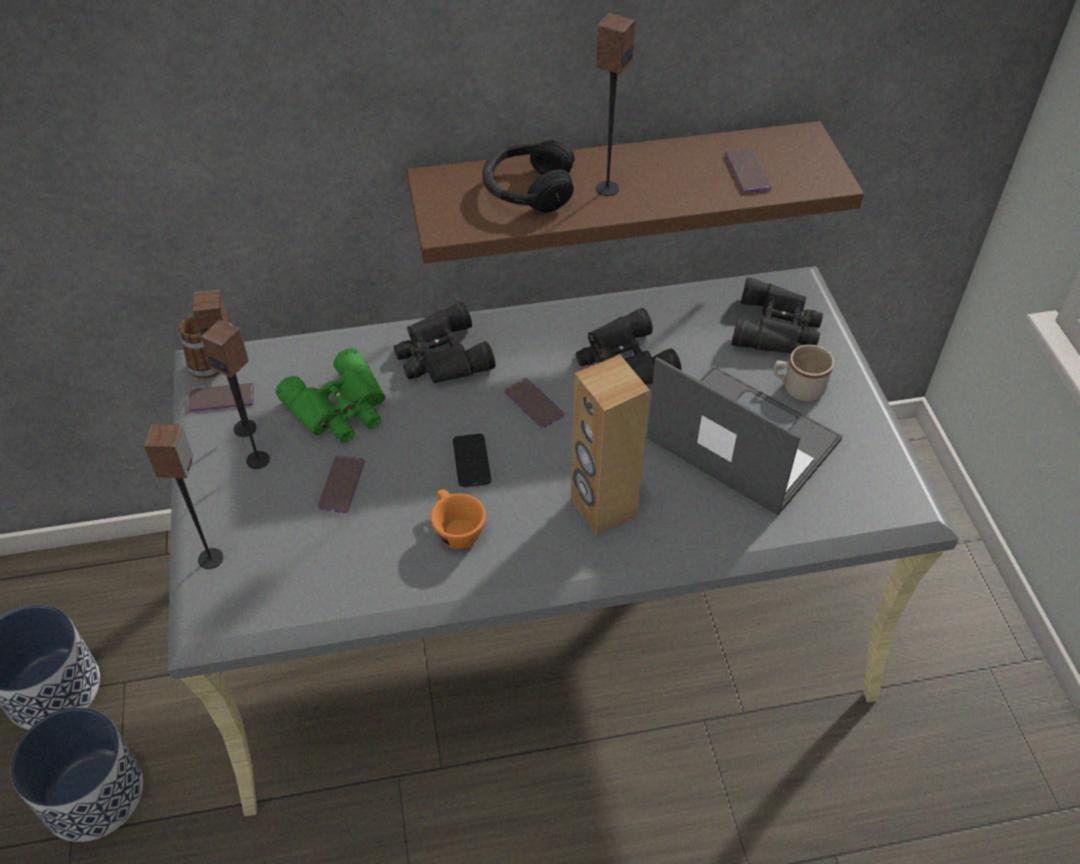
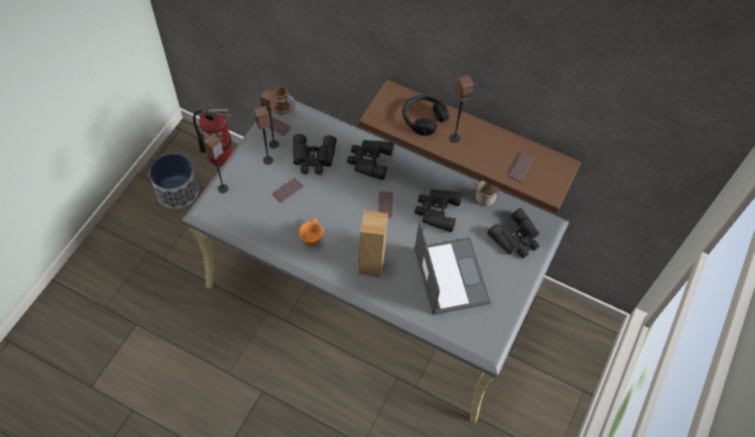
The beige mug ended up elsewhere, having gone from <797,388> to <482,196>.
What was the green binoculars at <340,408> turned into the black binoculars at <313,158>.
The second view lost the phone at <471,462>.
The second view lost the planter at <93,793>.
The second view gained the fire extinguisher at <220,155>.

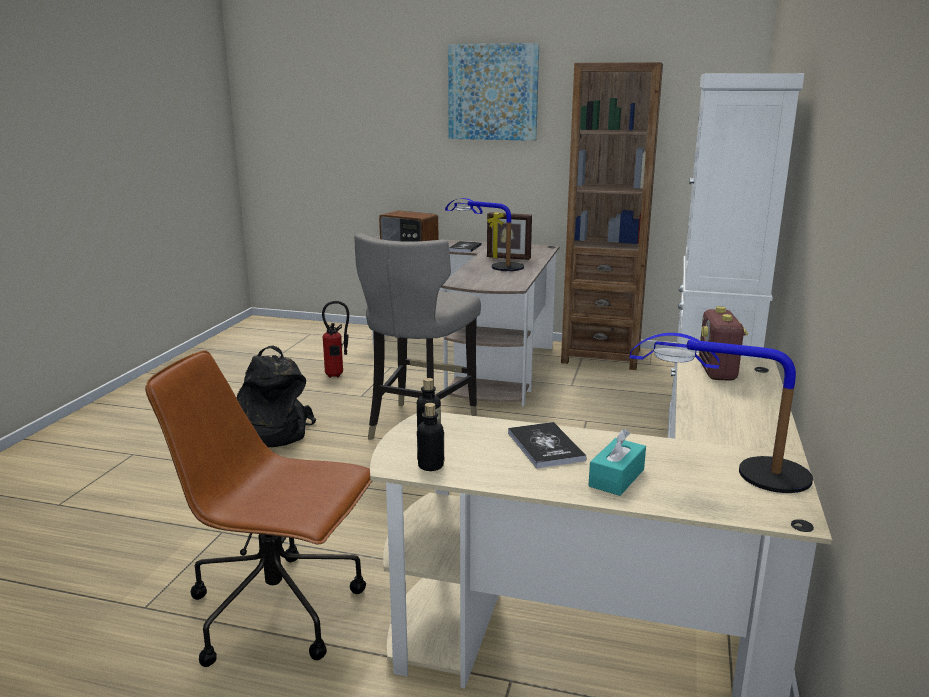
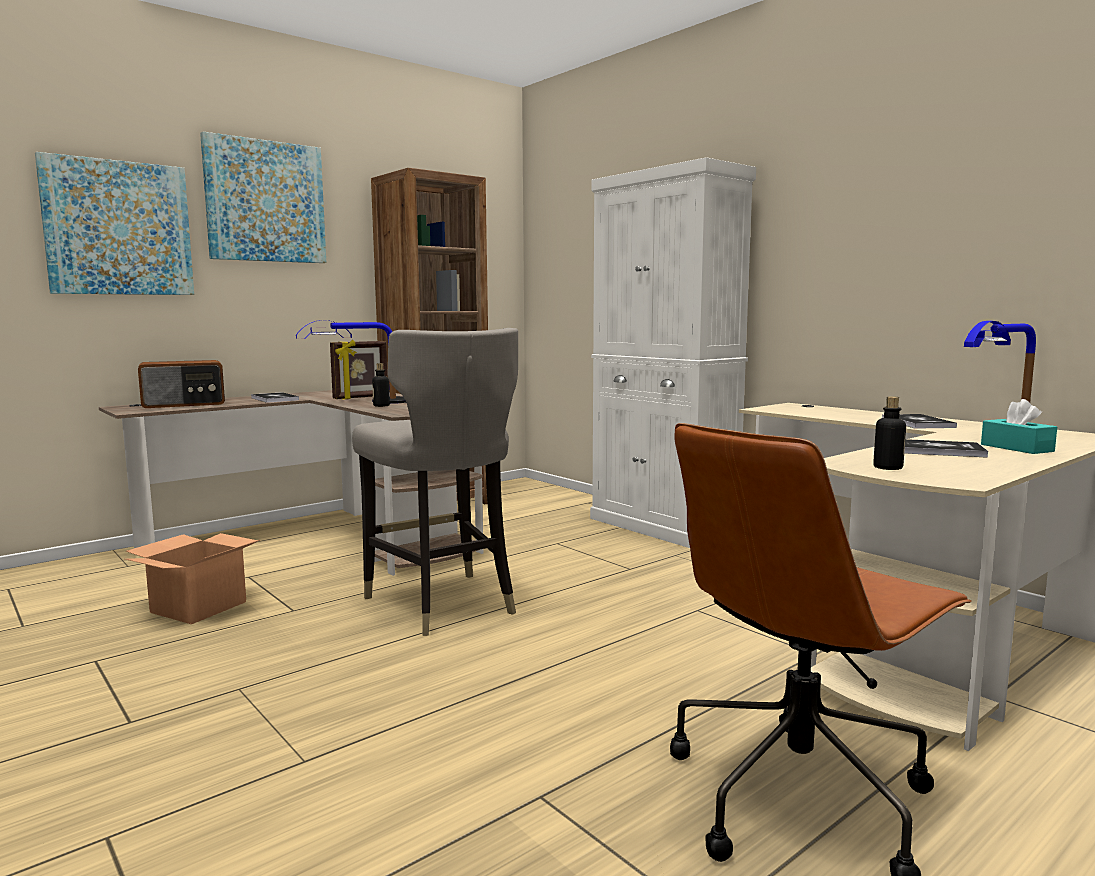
Where the fire extinguisher stood at <337,375>, the cardboard box came to stand at <198,607>.
The second view lost the radio at <717,372>.
The second view lost the black backpack at <268,433>.
The bottle ended up elsewhere, having gone from <430,466> to <381,405>.
The second view gained the picture at <118,228>.
The second view gained the book at <917,423>.

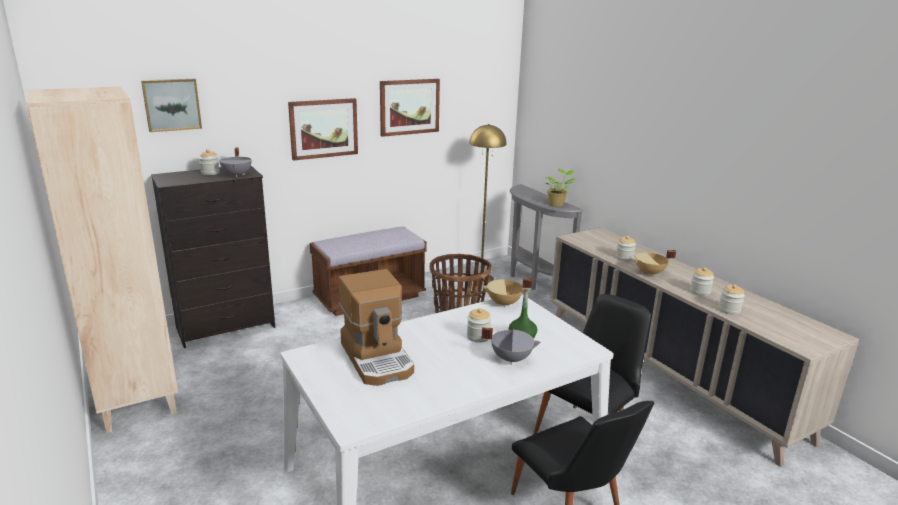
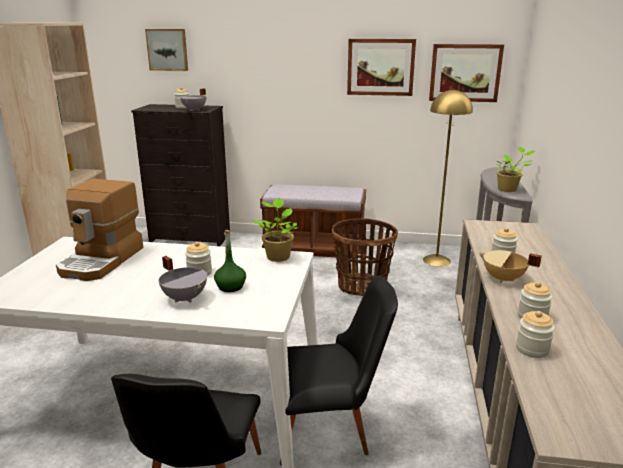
The picture ended up elsewhere, having gone from <323,128> to <465,73>.
Where the beige cooking pot stood at <504,304>, the potted plant came to stand at <278,256>.

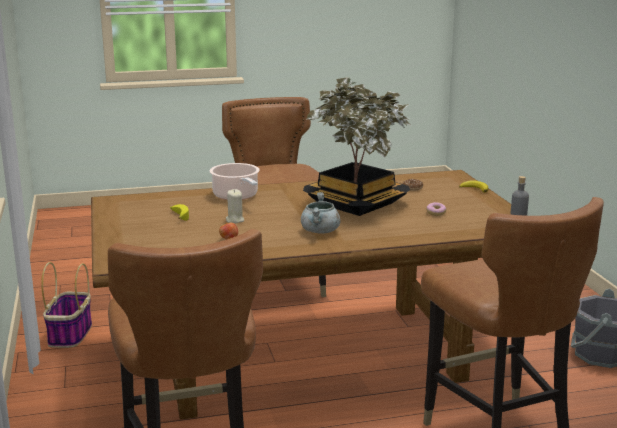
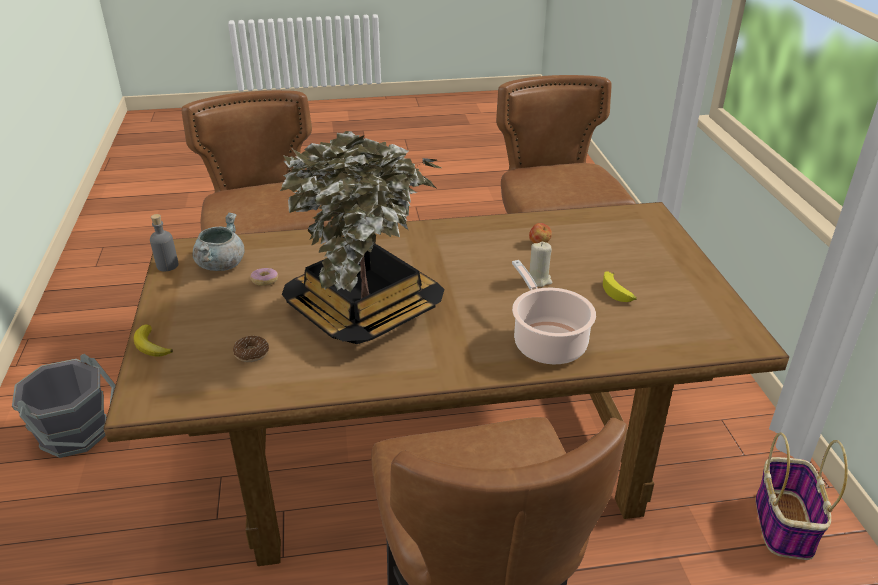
The grey cooking pot ended up elsewhere, having gone from <320,231> to <221,264>.

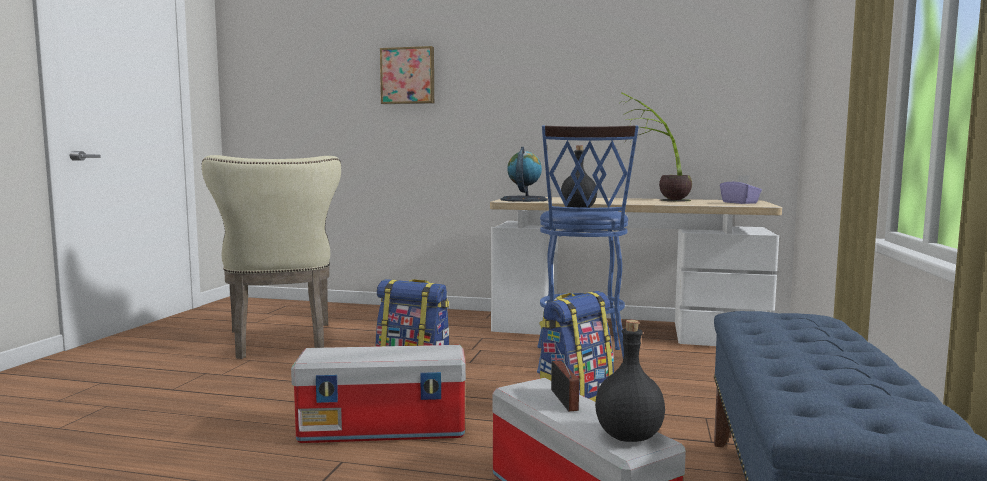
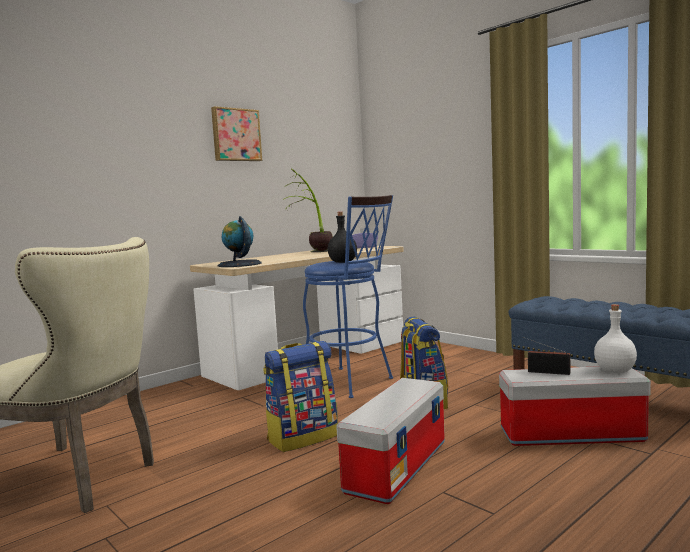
The picture ended up elsewhere, having gone from <408,76> to <235,135>.
What was the black bottle at <628,436> turned into the white bottle at <614,371>.

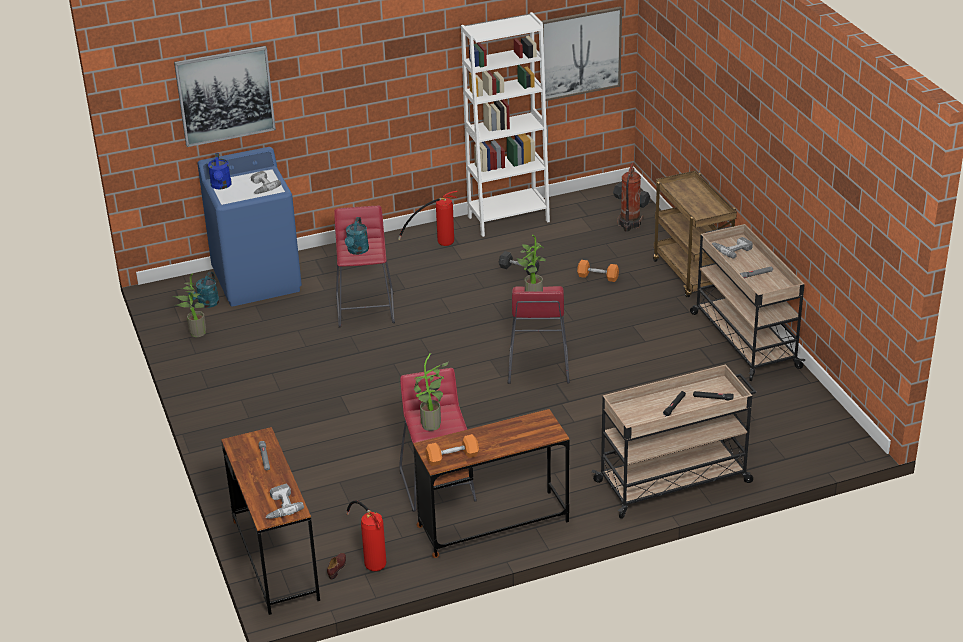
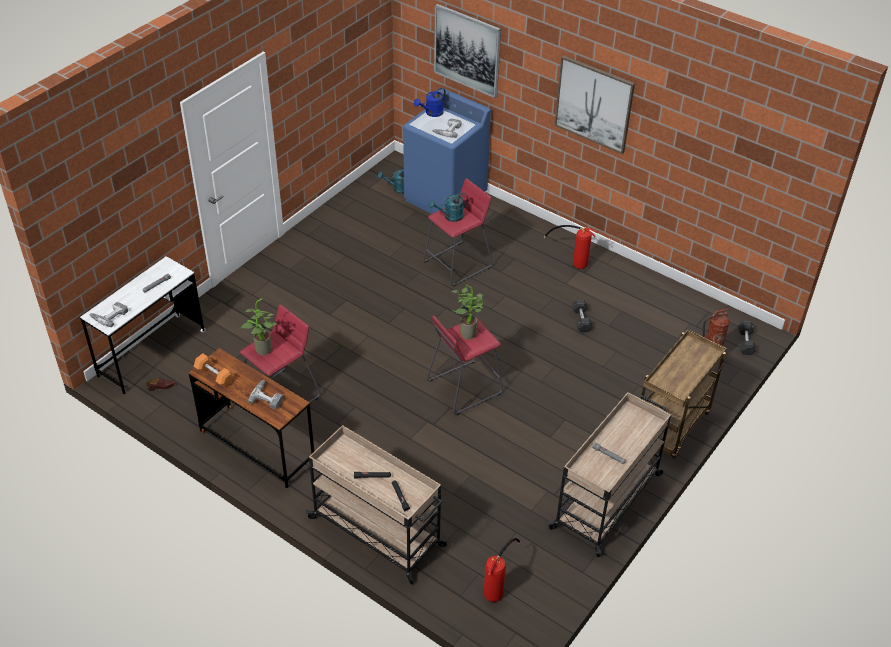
The picture ended up elsewhere, having gone from <580,53> to <594,104>.
The second view lost the white bookcase at <508,219>.
The power drill ended up elsewhere, having gone from <731,249> to <268,397>.
The second view lost the orange dumbbell at <598,277>.
The second view lost the potted plant at <195,333>.
What was the brown desk at <275,560> turned into the white desk at <152,353>.
The fire extinguisher ended up elsewhere, having gone from <370,557> to <498,586>.

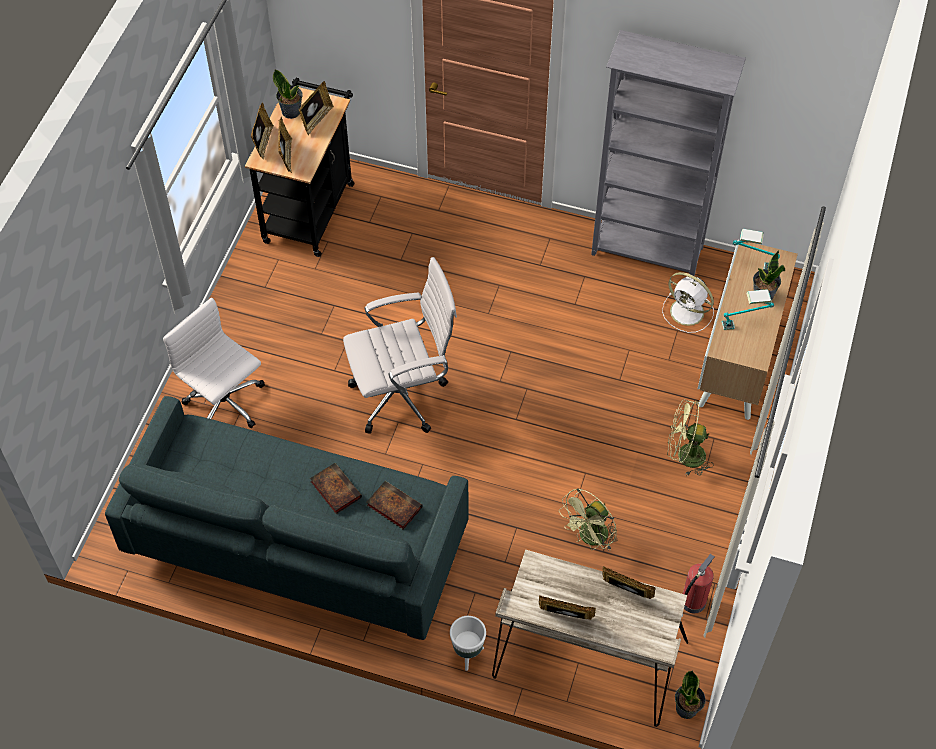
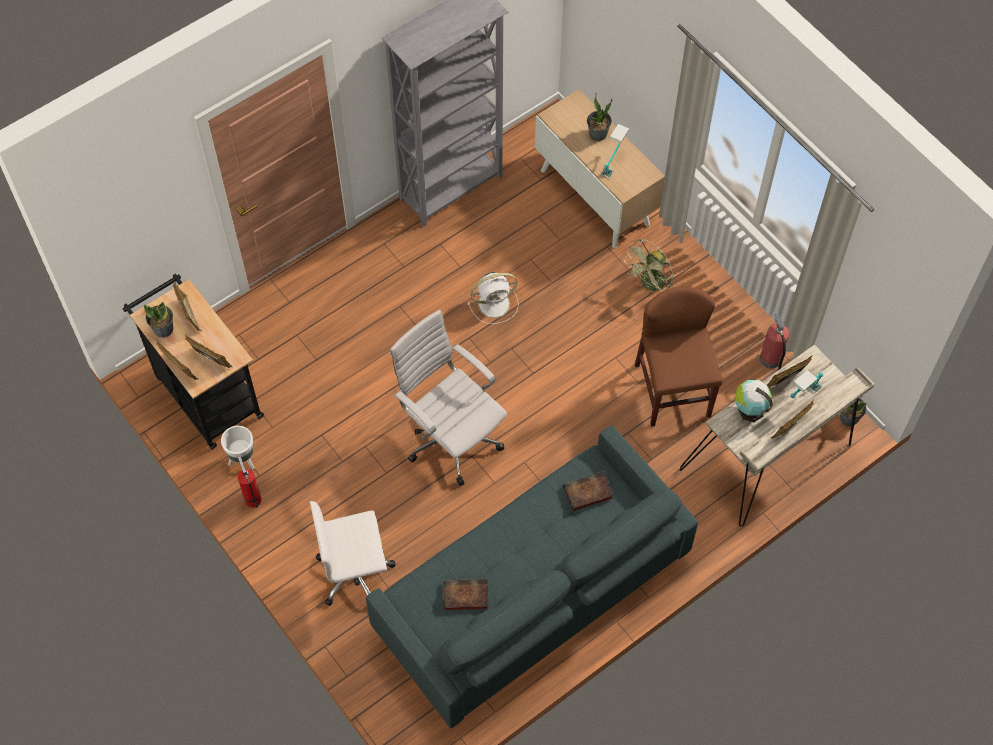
The table lamp ended up elsewhere, having gone from <752,265> to <803,397>.
The white office chair at <403,396> ended up facing another way, 60 degrees counterclockwise from before.
The white fan ended up elsewhere, having gone from <688,312> to <495,303>.
The book ended up elsewhere, having gone from <334,489> to <464,596>.
Where the green fan stood at <590,538>, the brown chair came to stand at <672,390>.
The white planter ended up elsewhere, having gone from <467,654> to <243,460>.
The second view gained the globe at <749,409>.
The second view gained the fire extinguisher at <252,498>.

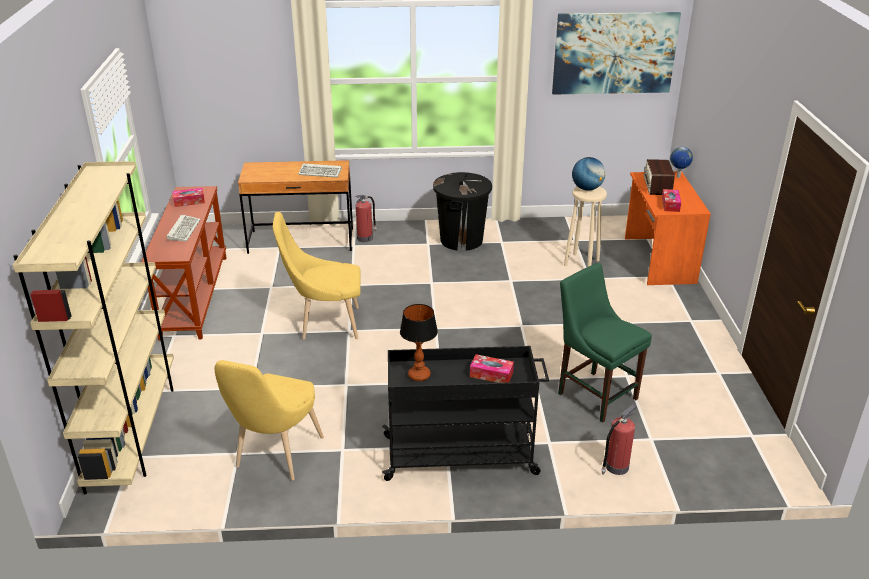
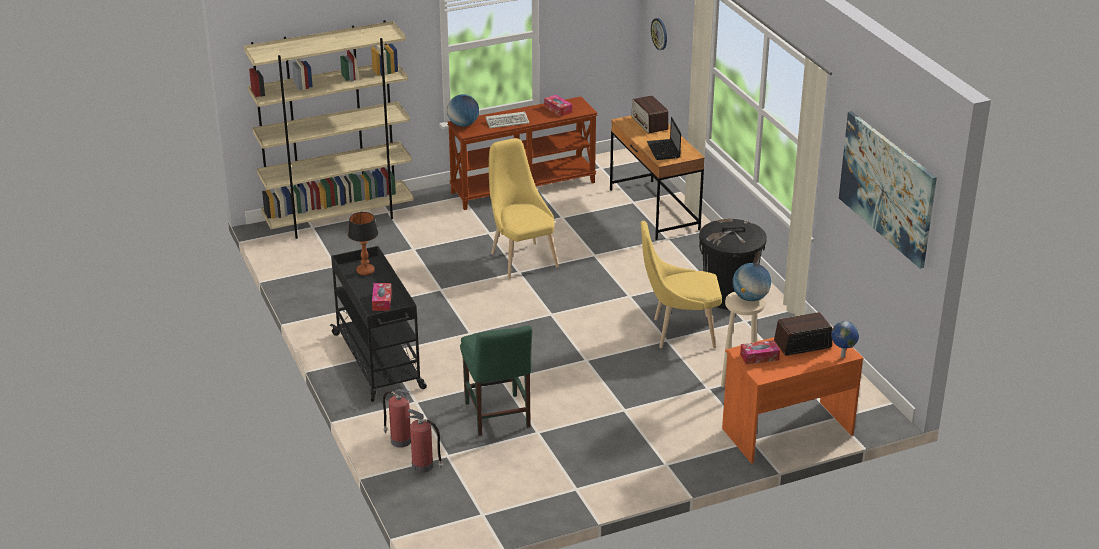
Where the keyboard stood at <321,172>, the laptop came to stand at <664,150>.
The fire extinguisher ended up elsewhere, having gone from <365,238> to <423,466>.
The green chair at <594,394> ended up facing another way, 135 degrees clockwise from before.
The yellow chair ended up elsewhere, having gone from <276,456> to <678,333>.
The second view gained the wall clock at <659,33>.
The second view gained the globe at <463,124>.
The second view gained the radio at <649,123>.

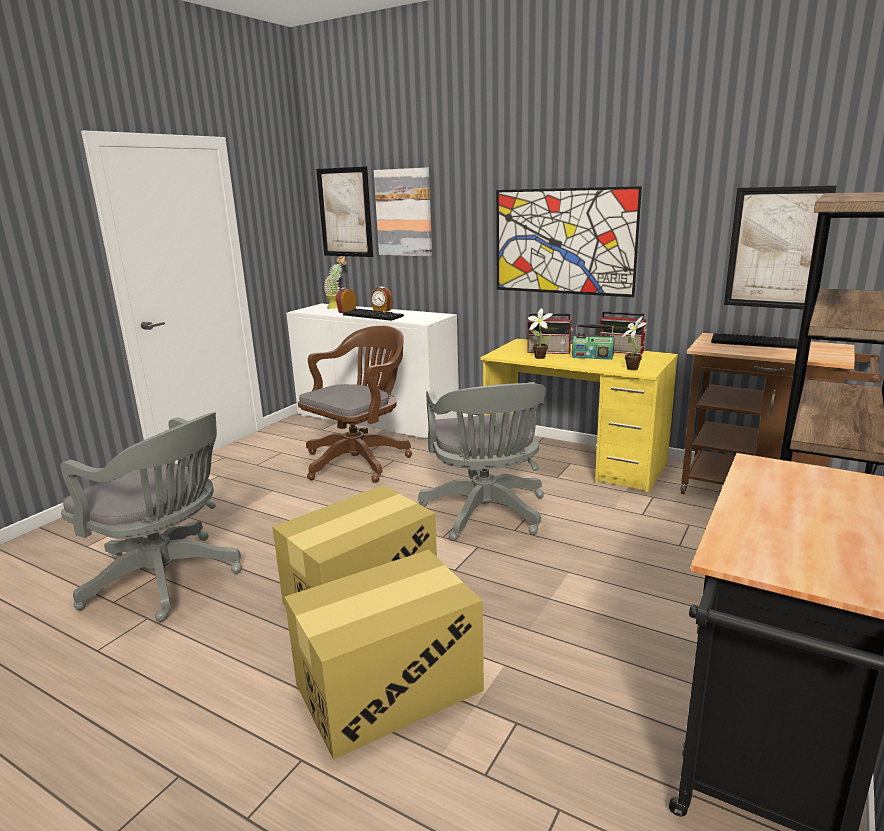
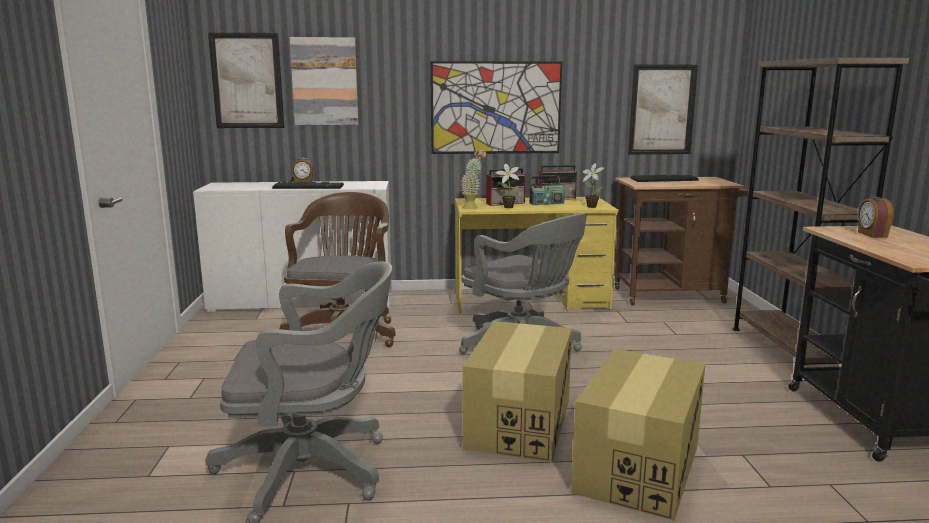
The potted plant ended up elsewhere, having gone from <337,307> to <473,207>.
The alarm clock ended up elsewhere, having gone from <346,311> to <871,234>.

